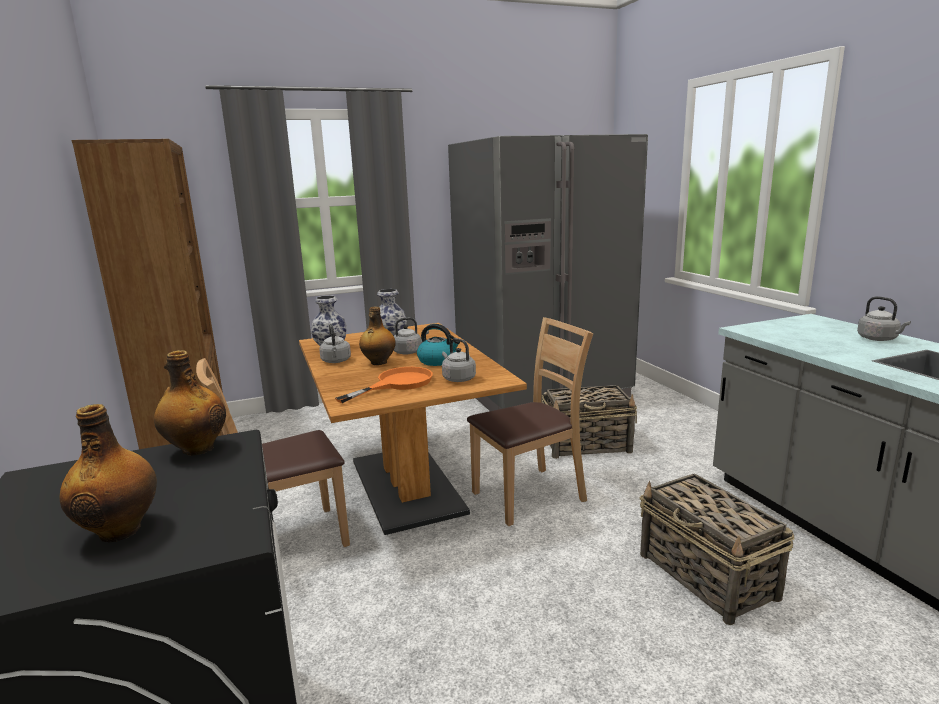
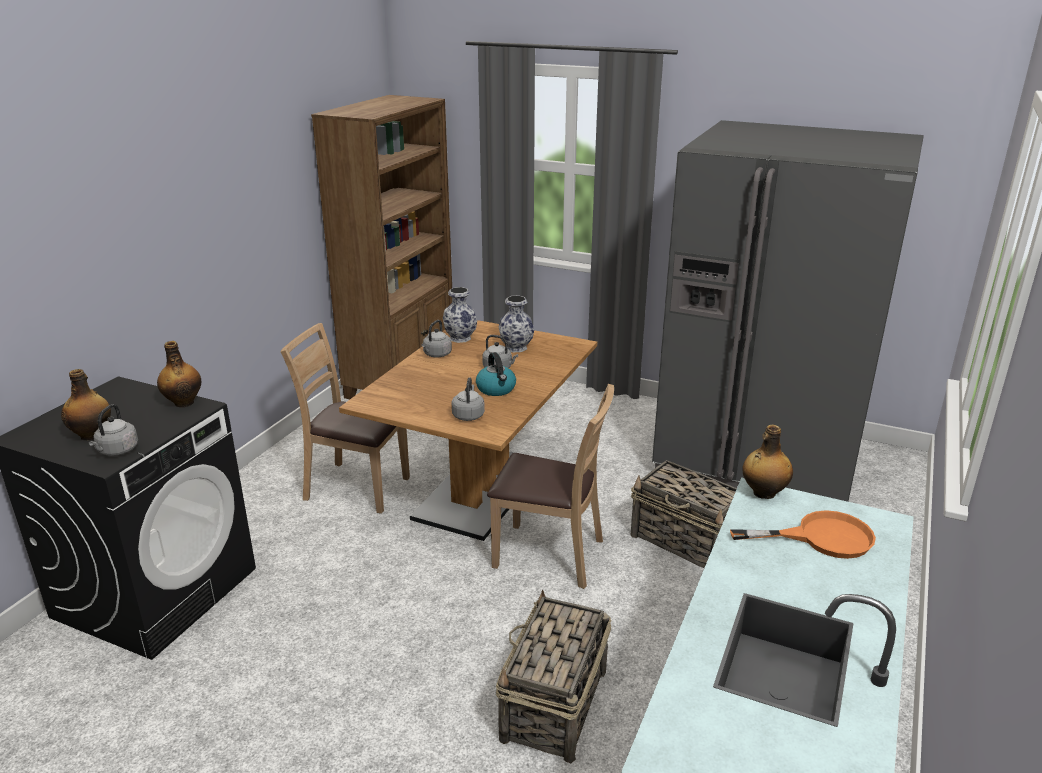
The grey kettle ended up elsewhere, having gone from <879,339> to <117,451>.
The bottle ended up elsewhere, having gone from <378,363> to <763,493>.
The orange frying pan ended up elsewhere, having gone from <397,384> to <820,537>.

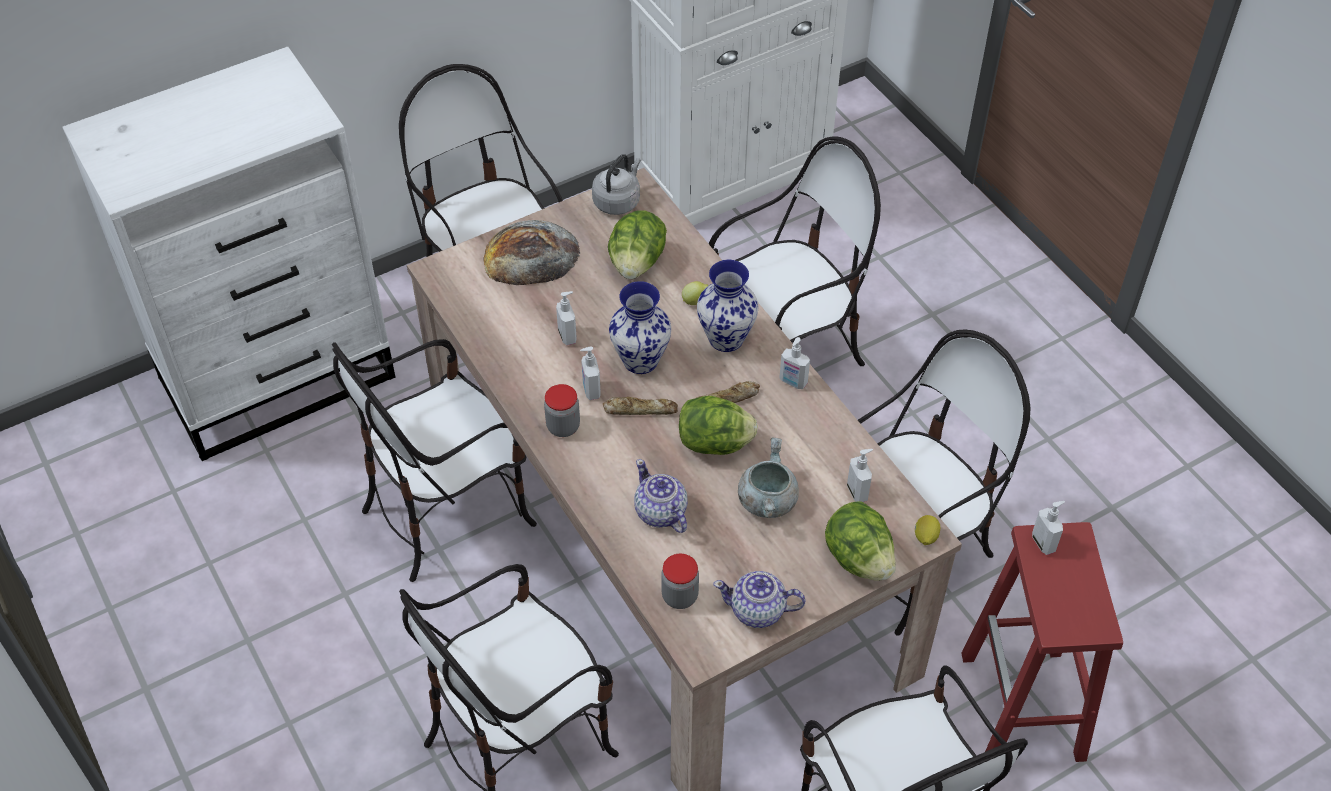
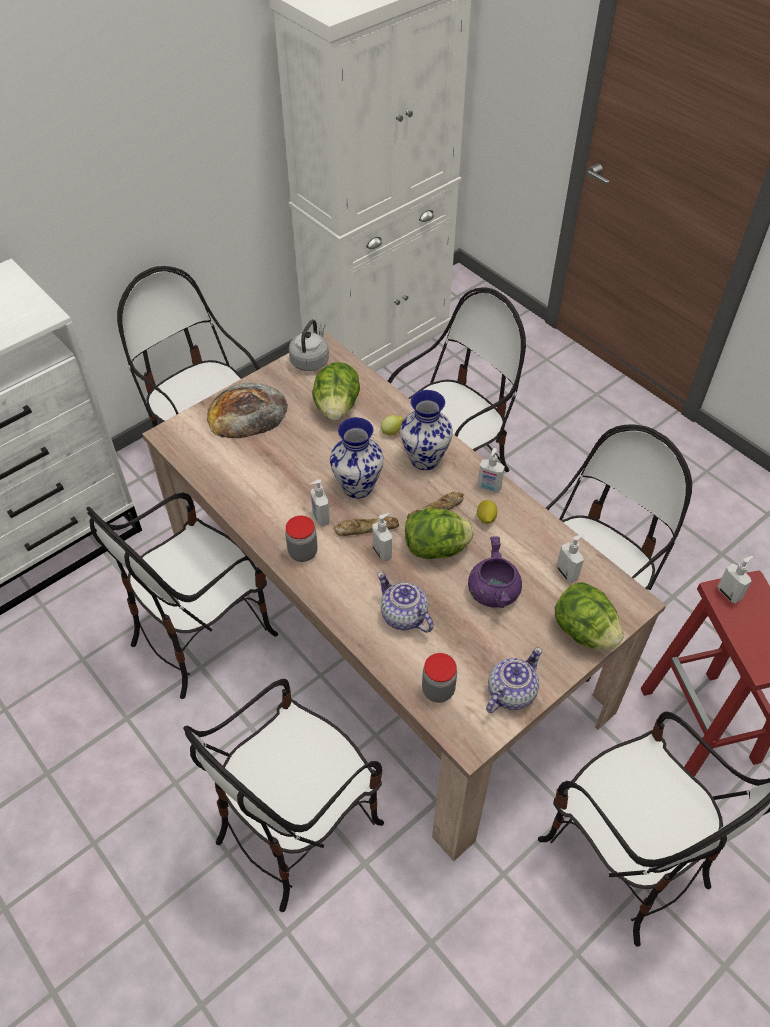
The soap dispenser ended up elsewhere, having gone from <568,336> to <382,552>.
What was the grey cooking pot at <767,501> turned into the purple cooking pot at <493,592>.
The lemon ended up elsewhere, having gone from <925,537> to <486,518>.
The teapot at <758,611> ended up facing another way, 135 degrees clockwise from before.

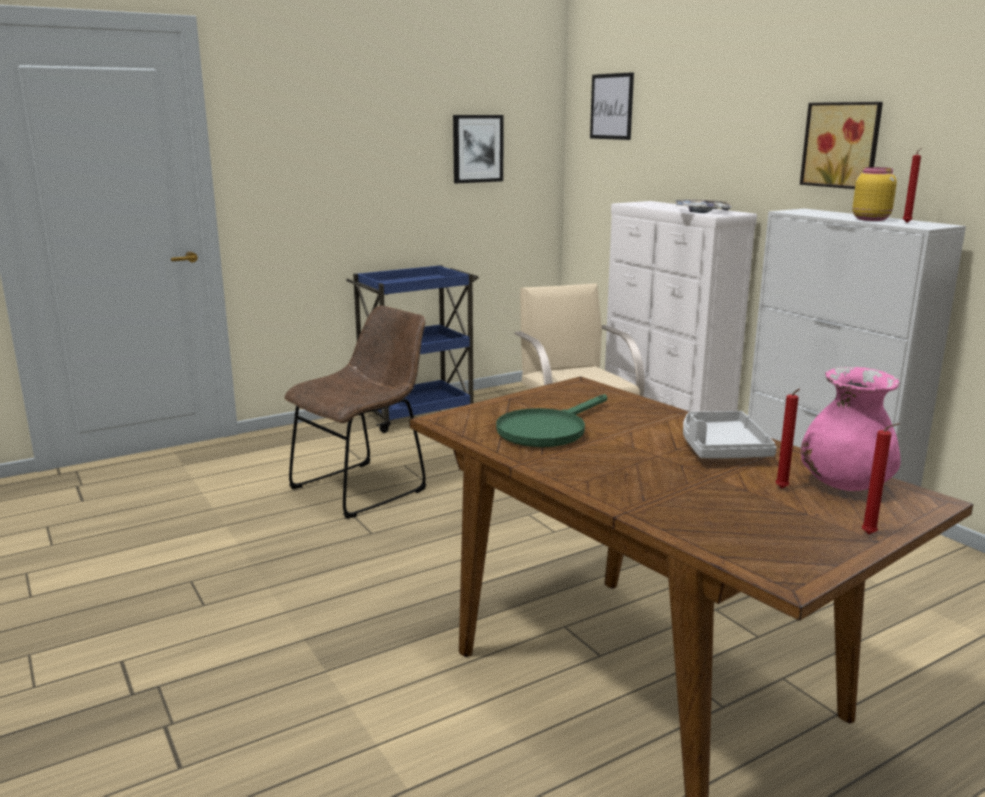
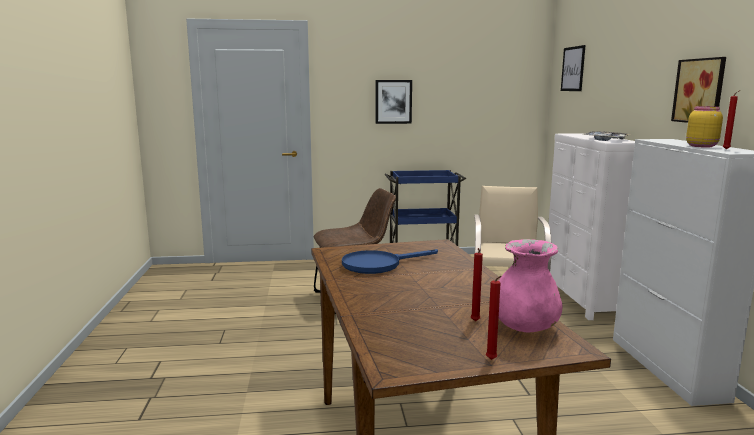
The picture ended up elsewhere, having gone from <477,148> to <393,101>.
What was the green frying pan at <548,430> turned into the blue frying pan at <378,264>.
The second view lost the grey tray at <721,449>.

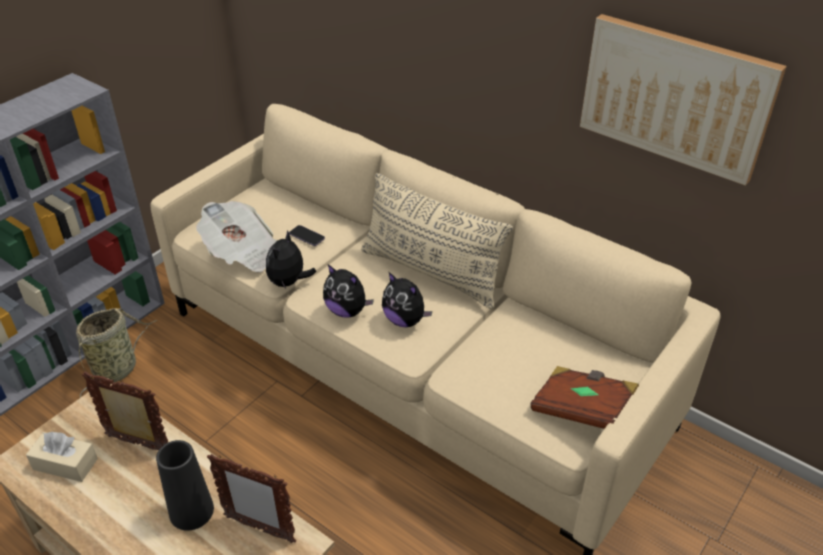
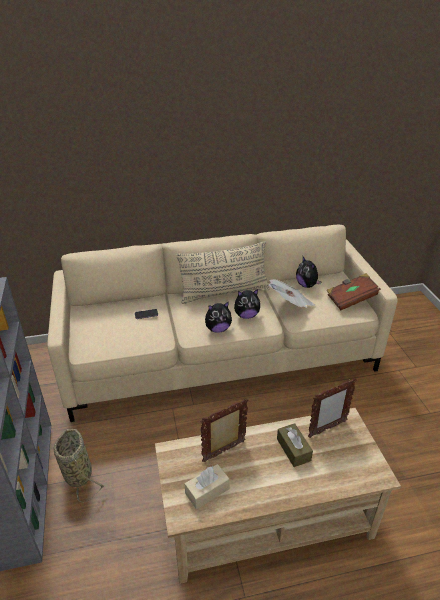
The second view lost the picture at <675,97>.
The newspaper ended up elsewhere, having gone from <241,252> to <290,304>.
The plush toy ended up elsewhere, having gone from <289,282> to <307,285>.
Where the black vase stood at <191,511>, the brown tissue box came to stand at <293,449>.

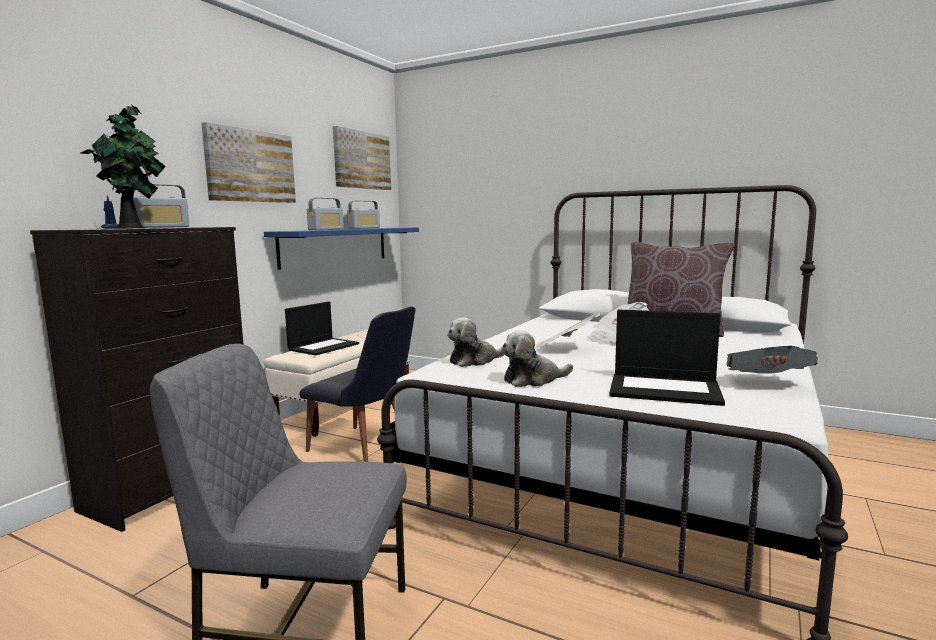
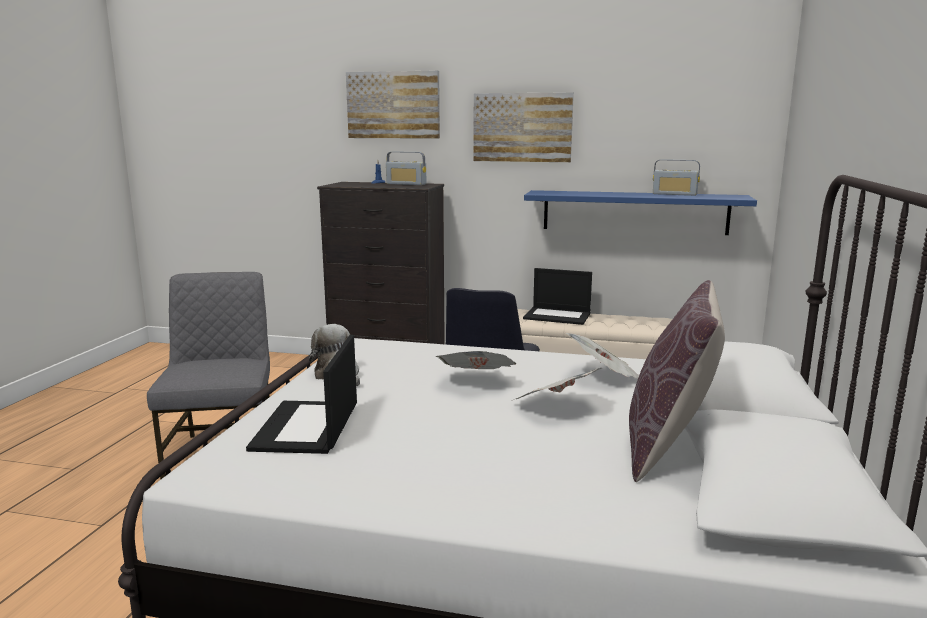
The second view lost the potted plant at <133,228>.
The picture ended up elsewhere, having gone from <361,160> to <393,105>.
The second view lost the radio at <326,229>.
The second view lost the plush toy at <475,361>.
The newspaper ended up elsewhere, having gone from <767,383> to <606,377>.

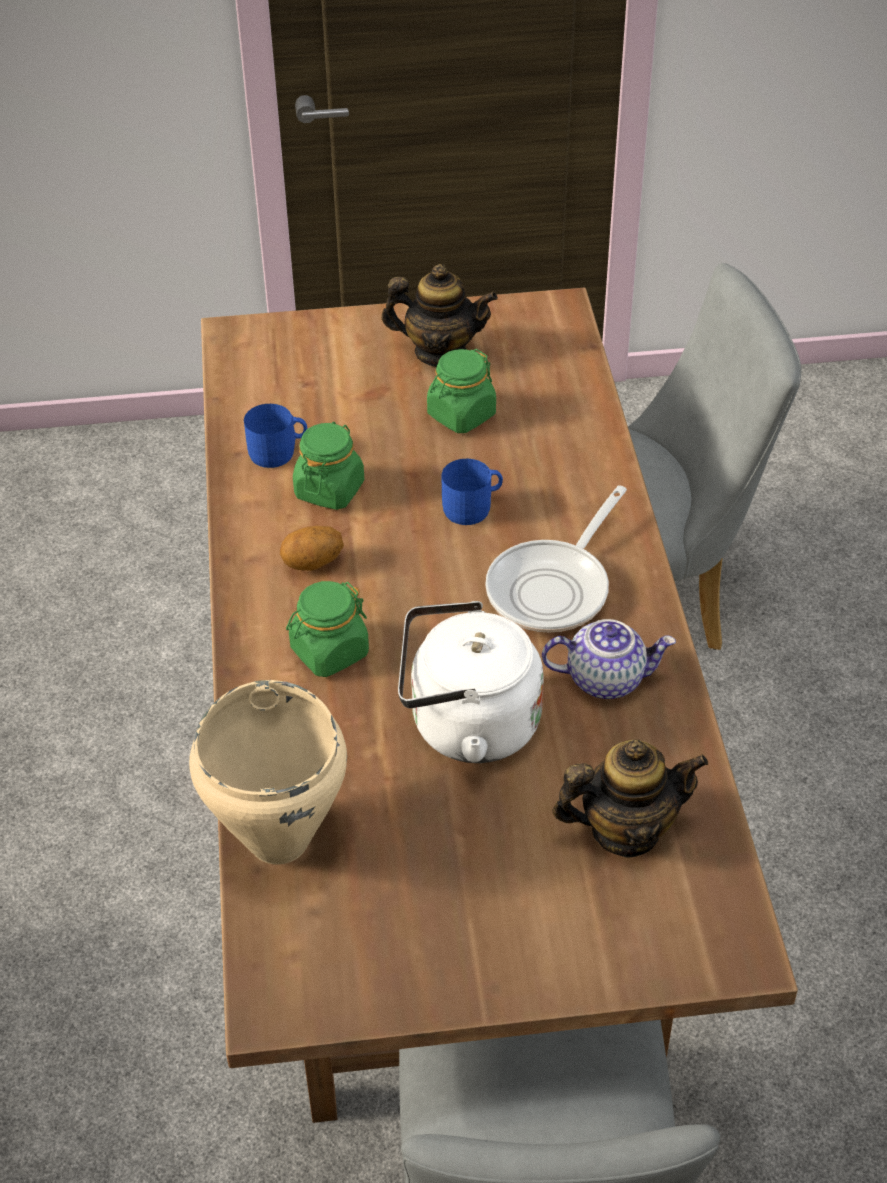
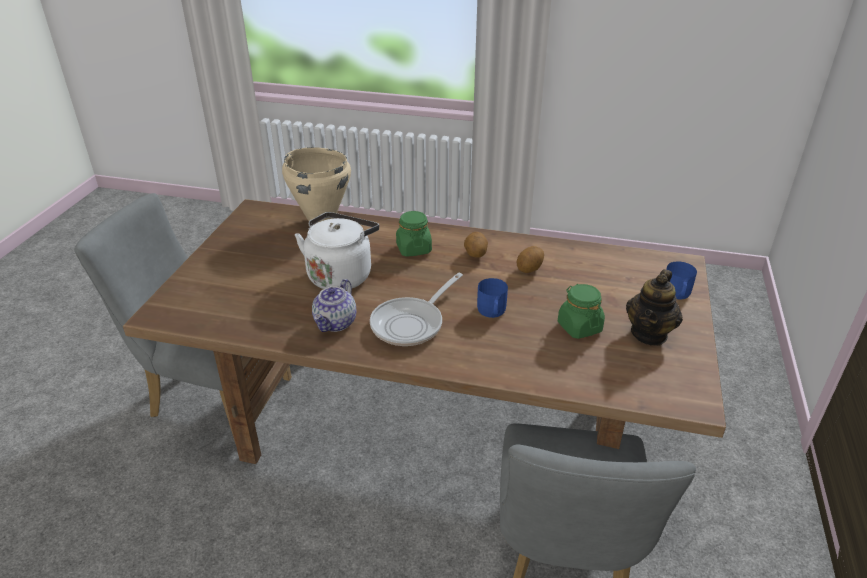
The blue mug ended up elsewhere, having gone from <278,452> to <676,294>.
Where the green jar stood at <329,490>, the potato came to stand at <529,269>.
The frying pan at <554,587> ended up facing another way, 105 degrees counterclockwise from before.
The second view lost the teapot at <625,830>.

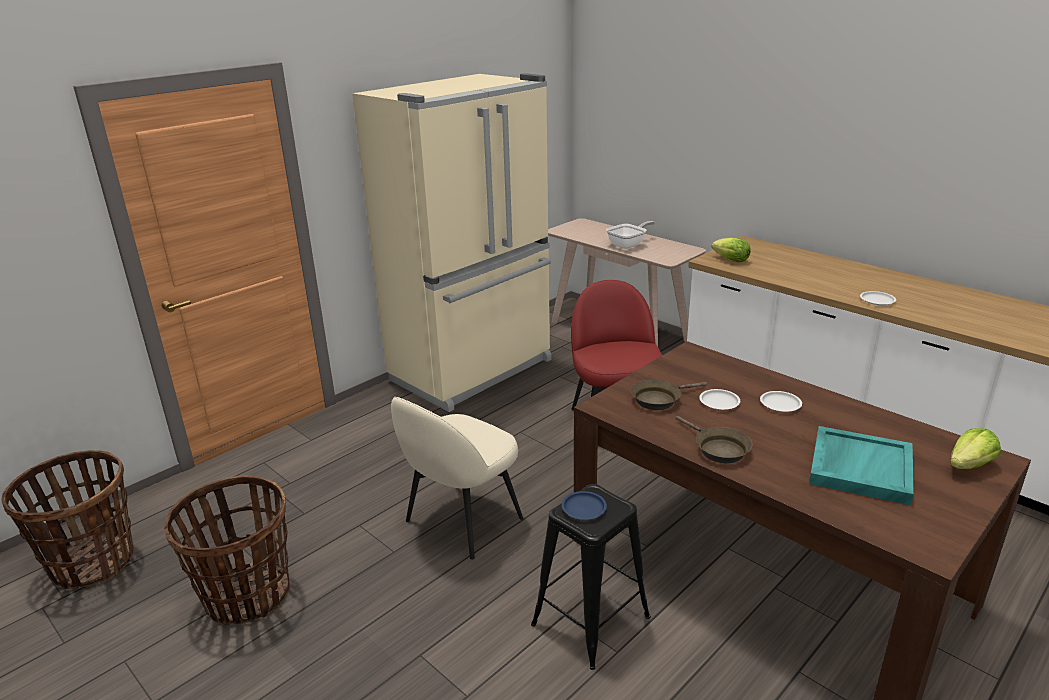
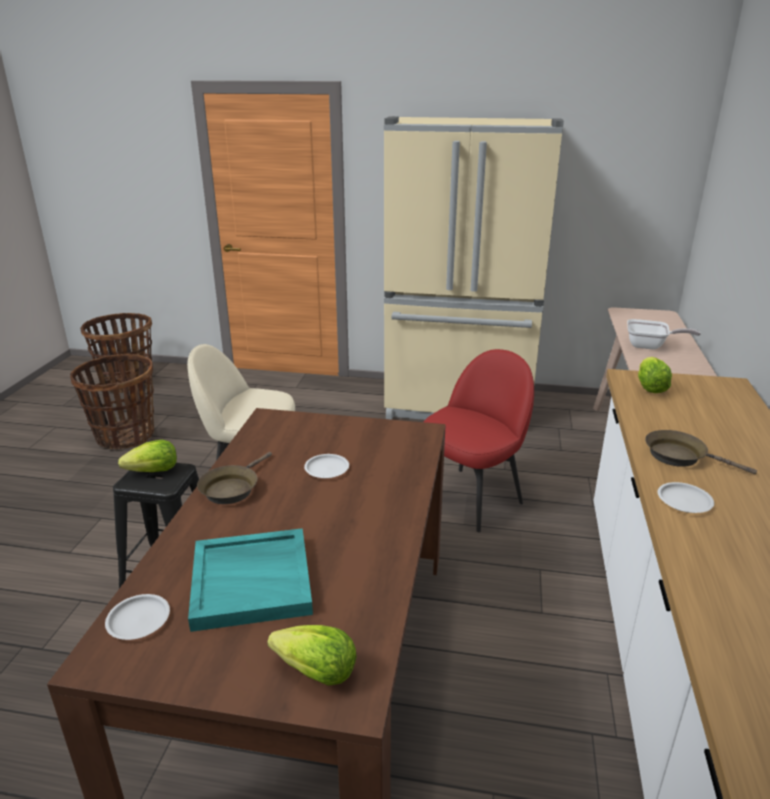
The brown frying pan ended up elsewhere, having gone from <659,399> to <680,456>.
The white plate ended up elsewhere, having gone from <780,404> to <138,620>.
Where the blue plate stood at <584,508>, the lettuce came to stand at <154,471>.

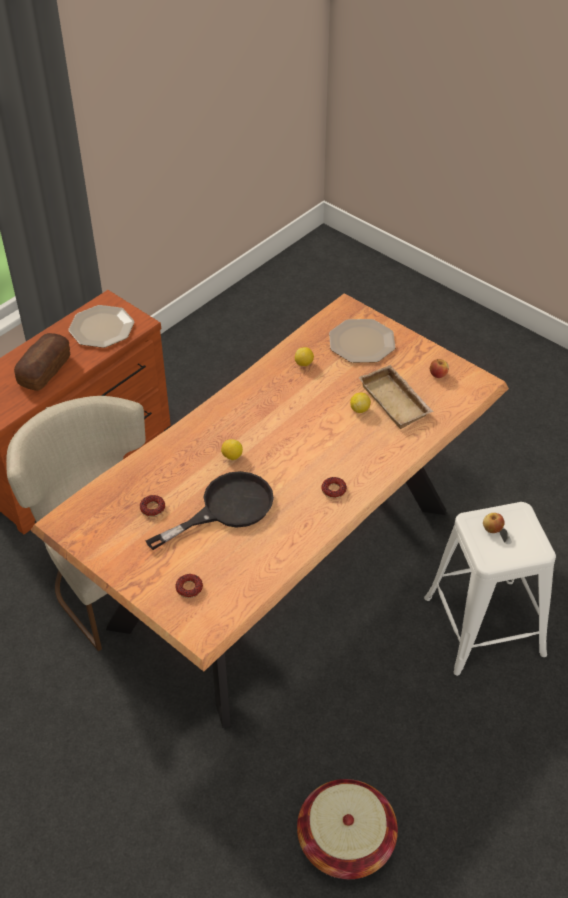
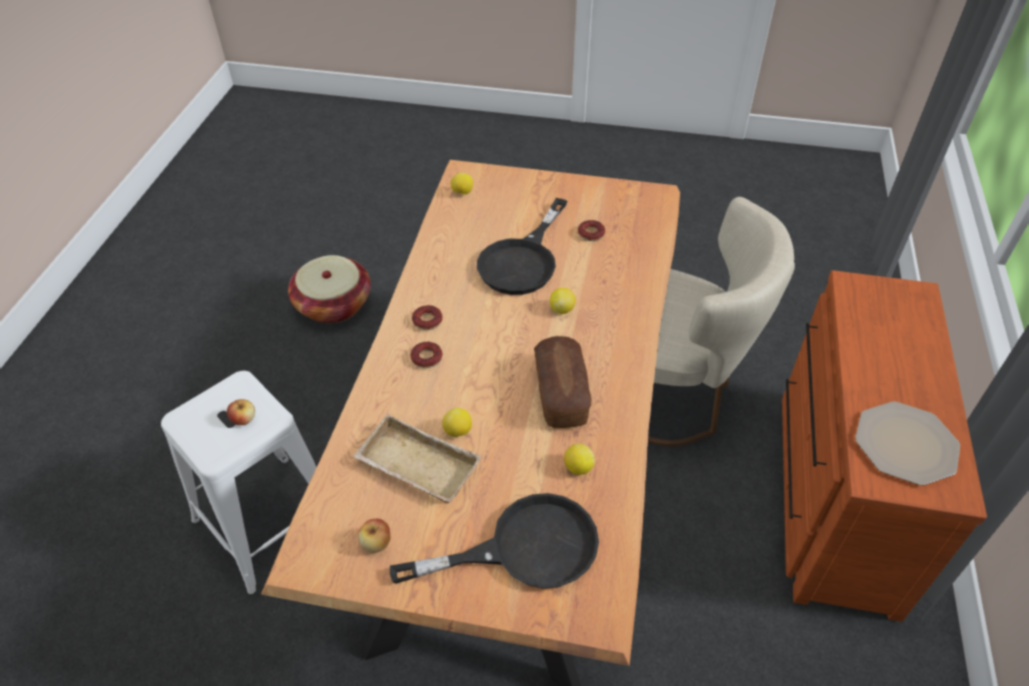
Where the plate stood at <361,342>, the black frying pan came to stand at <524,548>.
The bread ended up elsewhere, having gone from <45,370> to <561,393>.
The donut ended up elsewhere, having gone from <189,588> to <427,358>.
The second view gained the lemon at <462,193>.

